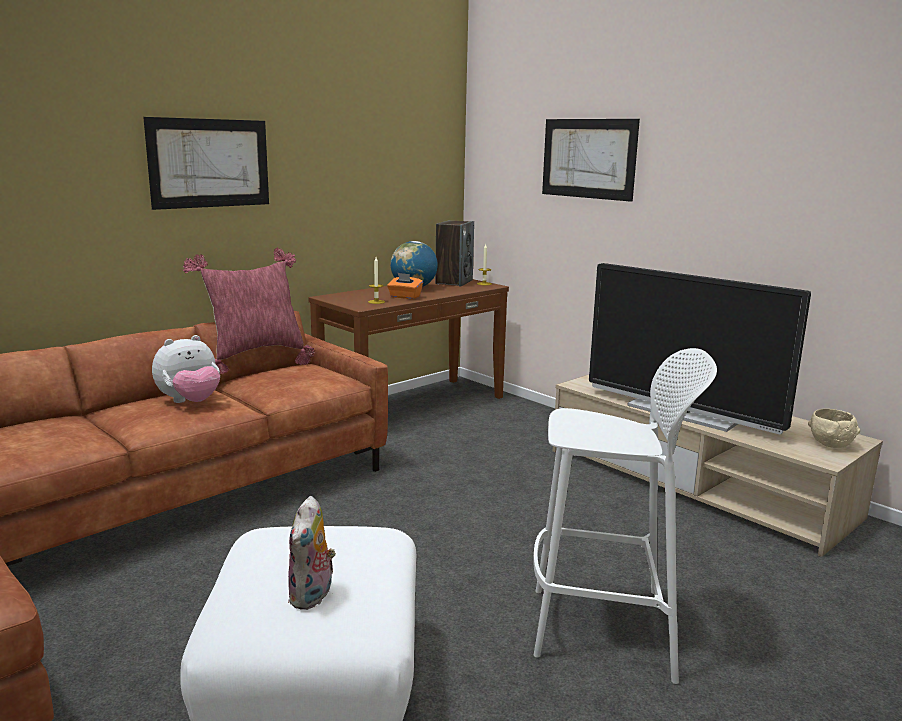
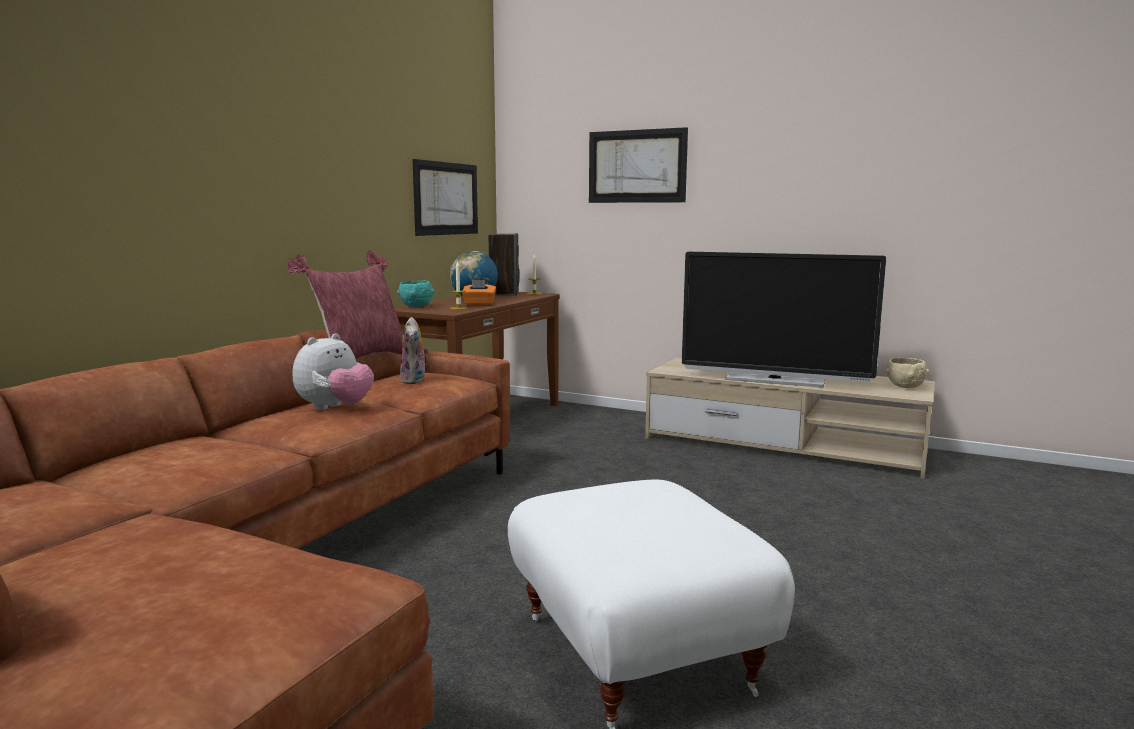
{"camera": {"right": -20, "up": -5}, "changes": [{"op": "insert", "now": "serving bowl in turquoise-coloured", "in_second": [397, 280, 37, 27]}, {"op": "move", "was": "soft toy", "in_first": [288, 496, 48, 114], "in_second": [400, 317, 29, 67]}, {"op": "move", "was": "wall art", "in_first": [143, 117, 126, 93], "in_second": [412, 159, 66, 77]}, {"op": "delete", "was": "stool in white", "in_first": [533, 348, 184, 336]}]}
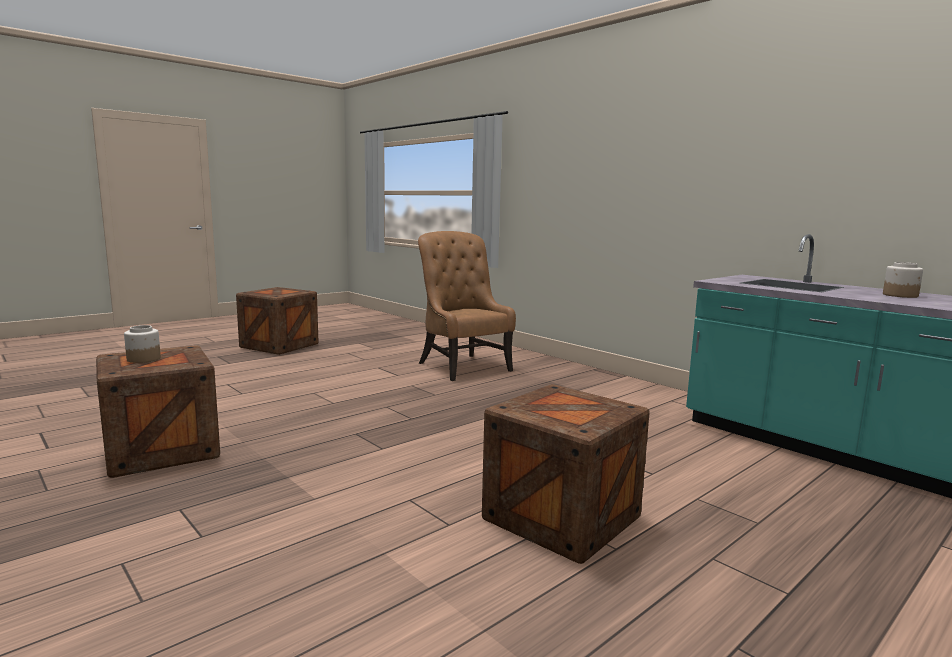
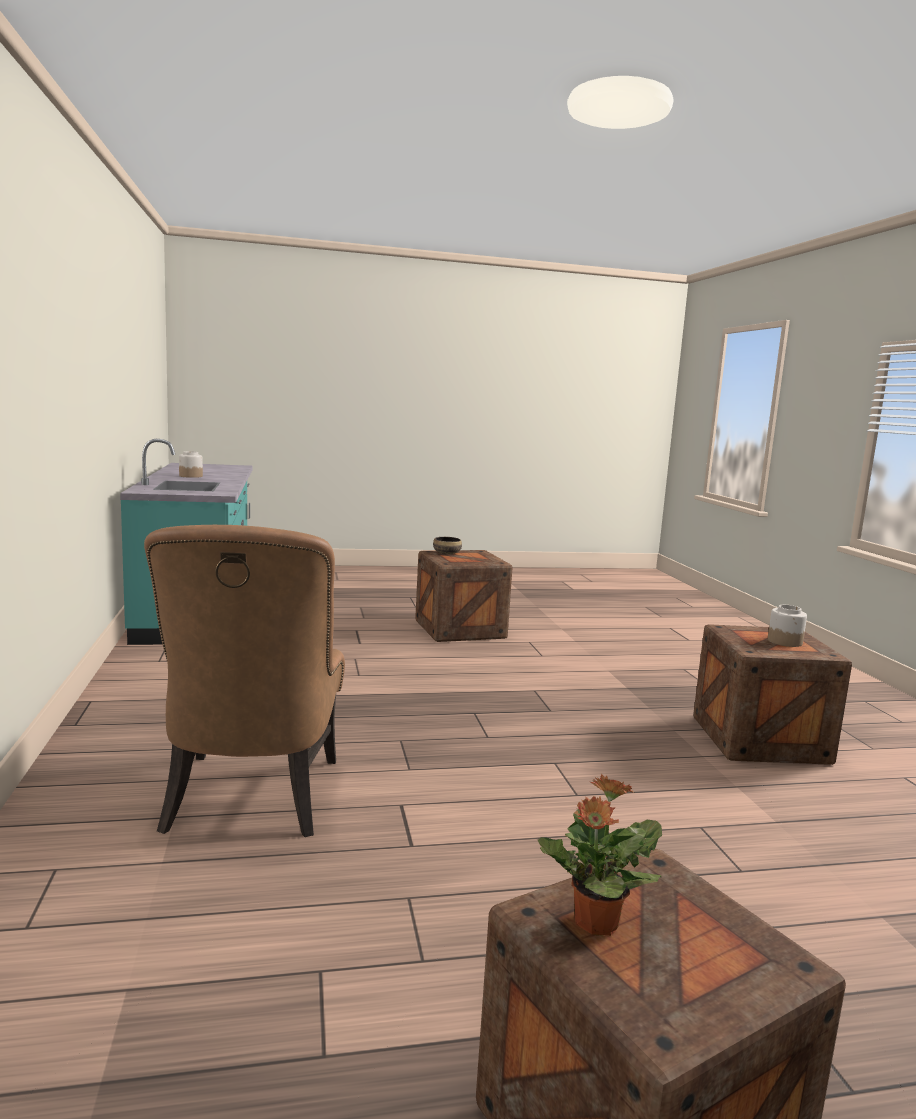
{"camera": {"right": -150, "up": 0}, "changes": [{"op": "insert", "now": "serving bowl", "in_second": [433, 537, 29, 17]}, {"op": "insert", "now": "potted plant", "in_second": [538, 774, 124, 162]}]}
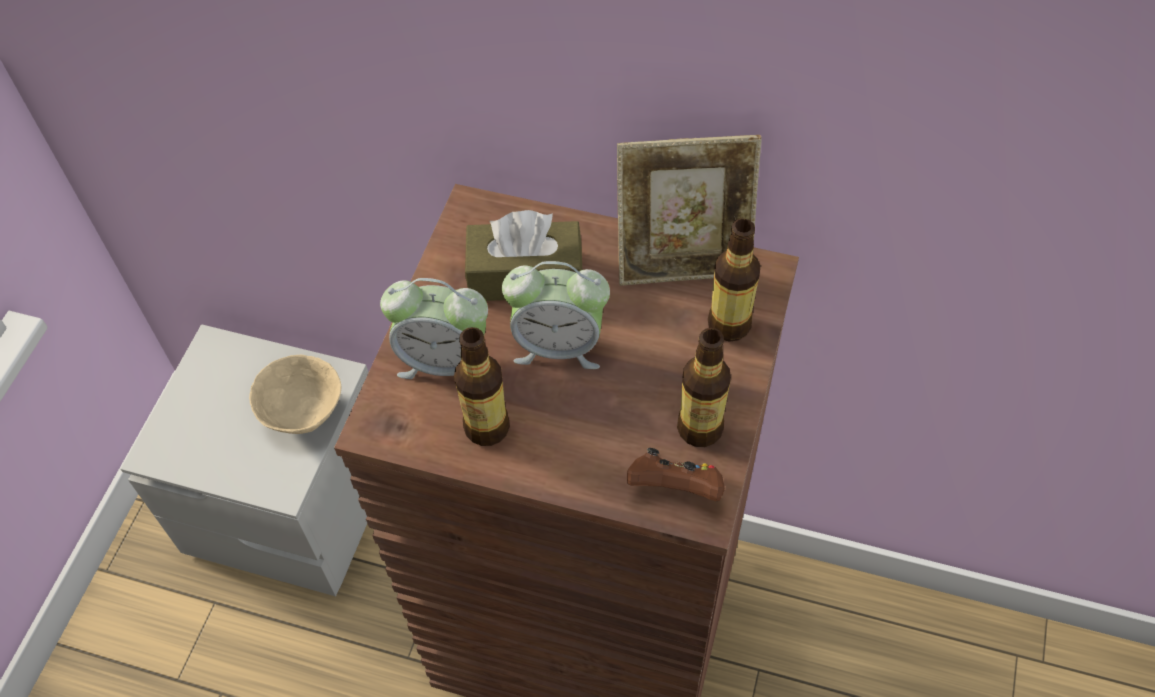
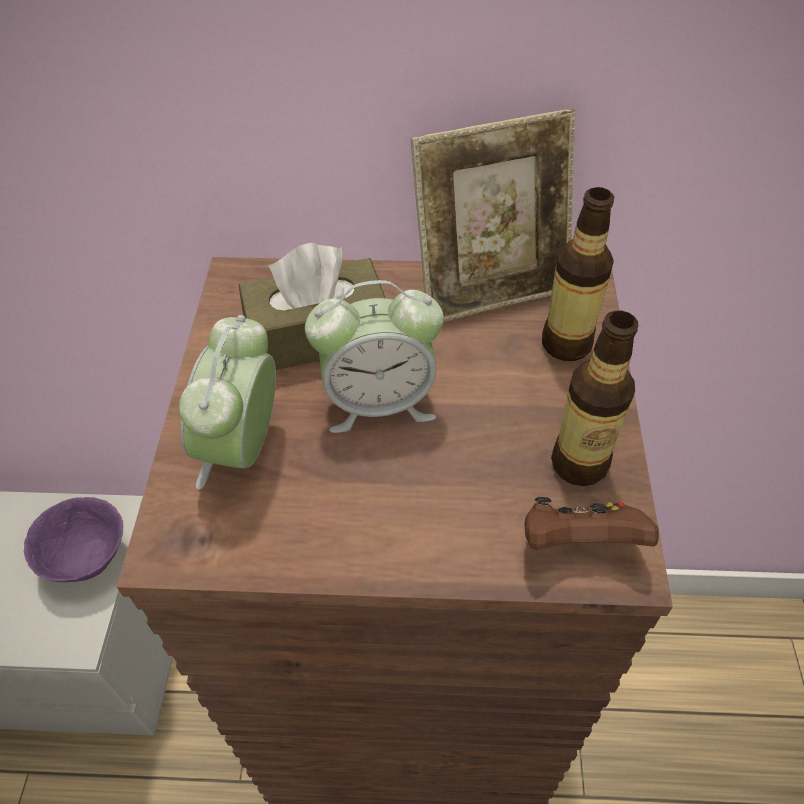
{"camera": {"right": -15, "up": -5}, "changes": [{"op": "recolor", "was": "serving bowl in sand-coloured", "now": "serving bowl in purple", "in_first": [249, 355, 93, 79], "in_second": [24, 497, 99, 85]}, {"op": "rotate", "was": "table clock", "in_first": [380, 278, 108, 101], "in_second": [179, 315, 97, 175], "clockwise": 105}, {"op": "delete", "was": "beverage bottle", "in_first": [454, 327, 56, 119]}]}
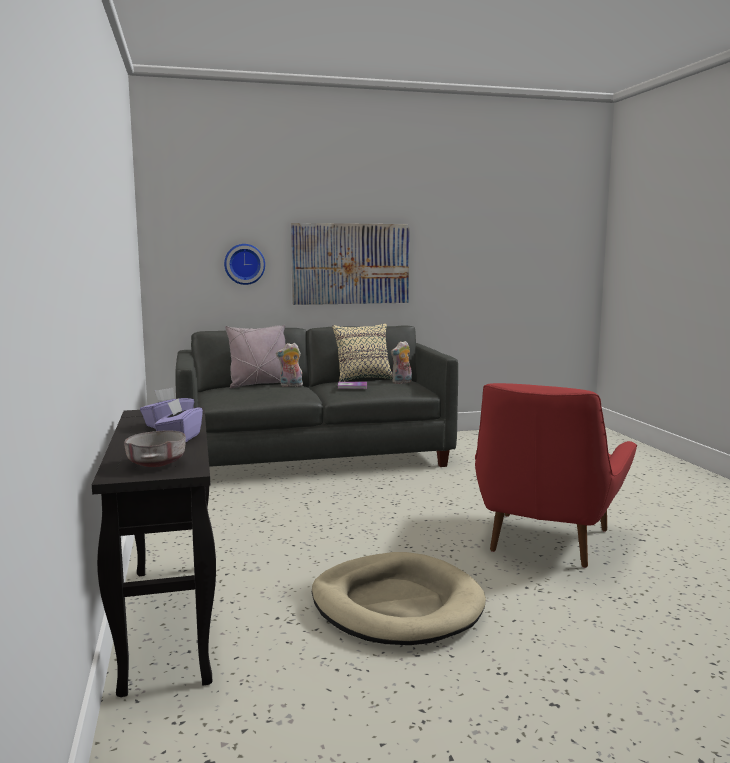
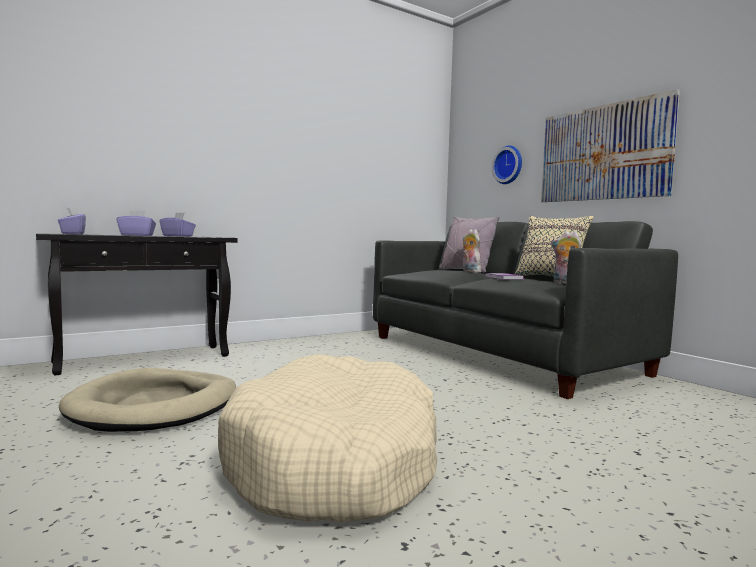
{"camera": {"right": 70, "up": -5}, "changes": [{"op": "replace", "was": "serving bowl in gray", "now": "tissue holder in purple", "in_first": [124, 431, 62, 36], "in_second": [58, 207, 28, 27]}, {"op": "replace", "was": "lounge chair in red-coloured", "now": "dog cushion in sand-coloured", "in_first": [475, 383, 162, 185], "in_second": [218, 354, 219, 168]}]}
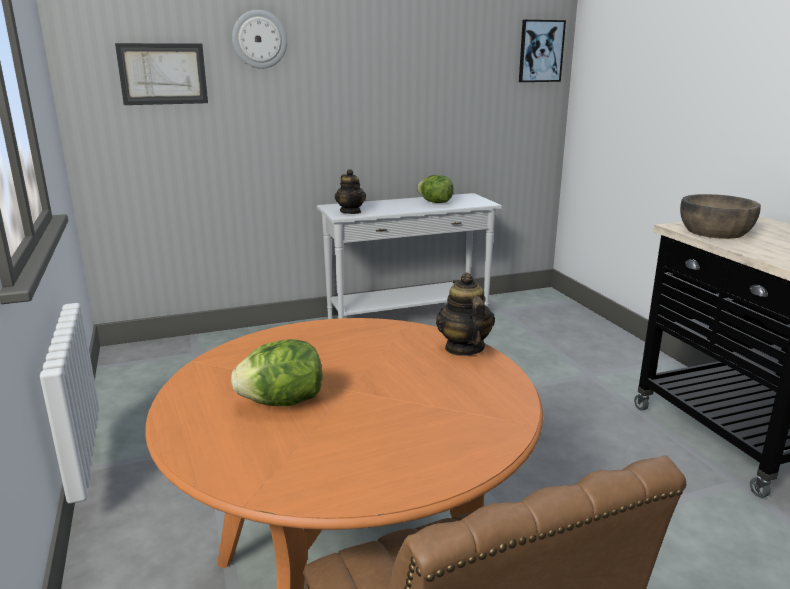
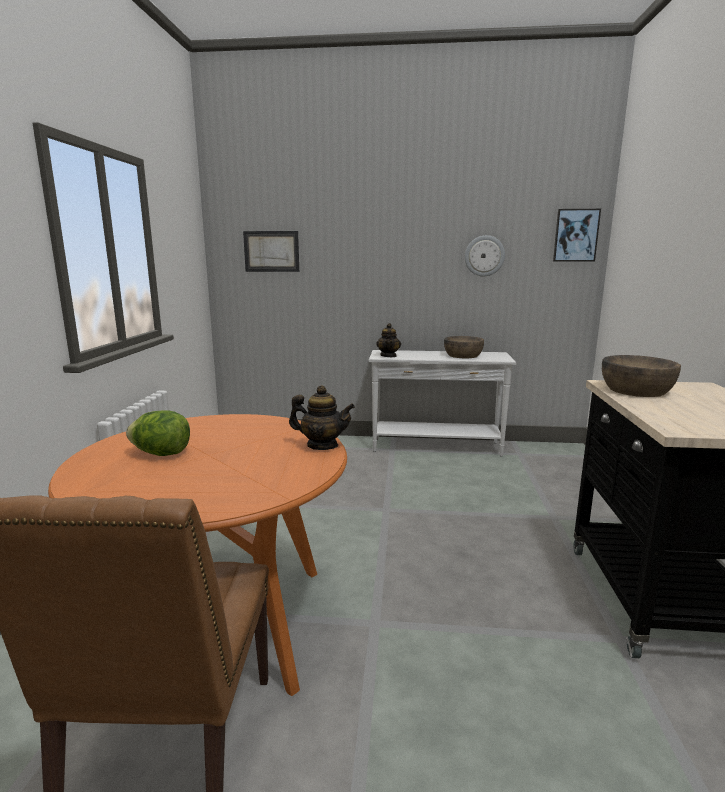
{"camera": {"right": 25, "up": -5}, "changes": [{"op": "rotate", "was": "teapot", "in_first": [436, 273, 59, 83], "in_second": [289, 385, 66, 65], "clockwise": 90}, {"op": "replace", "was": "lettuce head", "now": "serving bowl in brownish", "in_first": [417, 175, 37, 28], "in_second": [444, 336, 40, 22]}, {"op": "move", "was": "clock on the wall", "in_first": [232, 10, 55, 59], "in_second": [465, 235, 40, 41]}]}
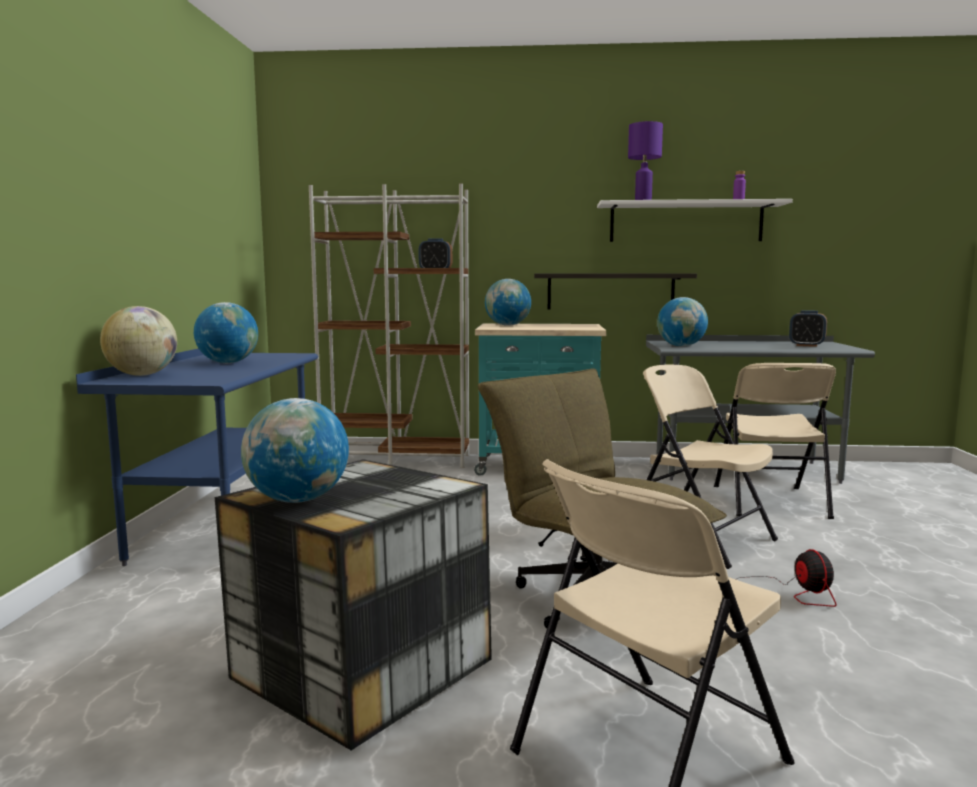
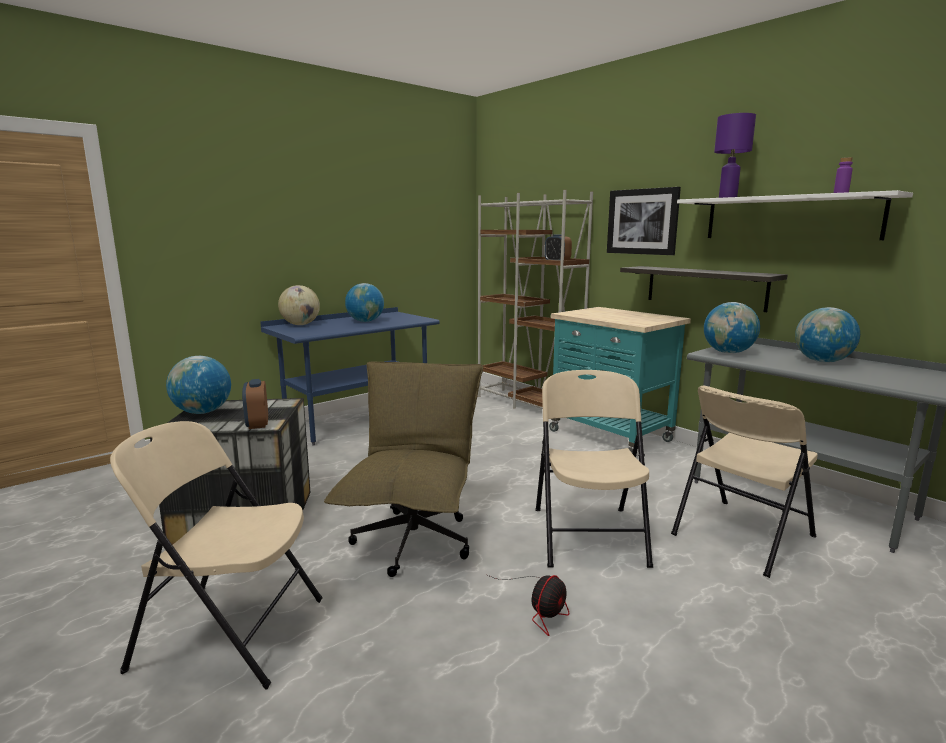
{"camera": {"right": 45, "up": 5}, "changes": [{"op": "move", "was": "table clock", "in_first": [789, 310, 38, 37], "in_second": [242, 379, 26, 50]}, {"op": "insert", "now": "wall art", "in_second": [607, 187, 74, 68]}, {"op": "move", "was": "desk globe", "in_first": [485, 279, 46, 47], "in_second": [795, 307, 65, 56]}]}
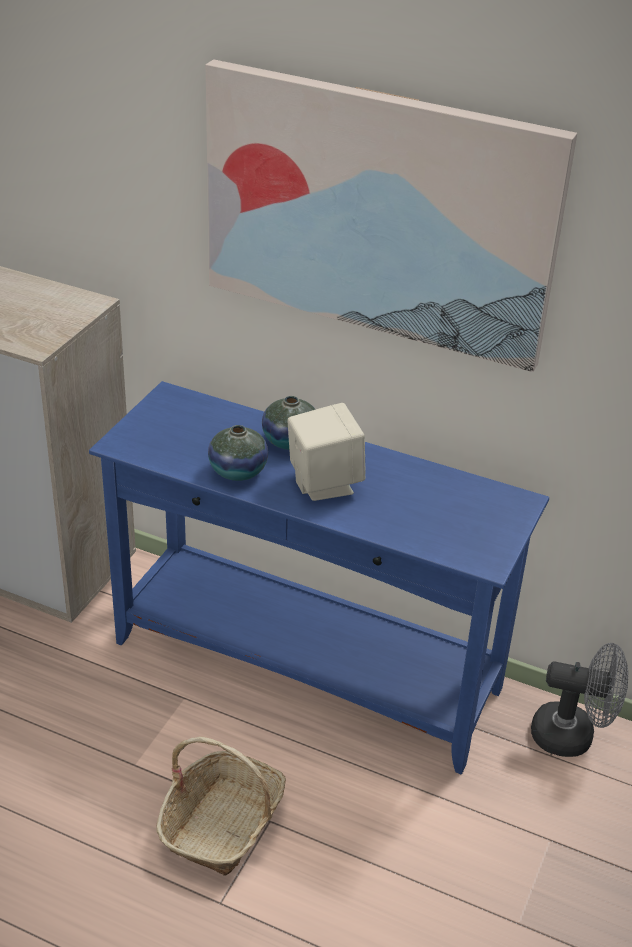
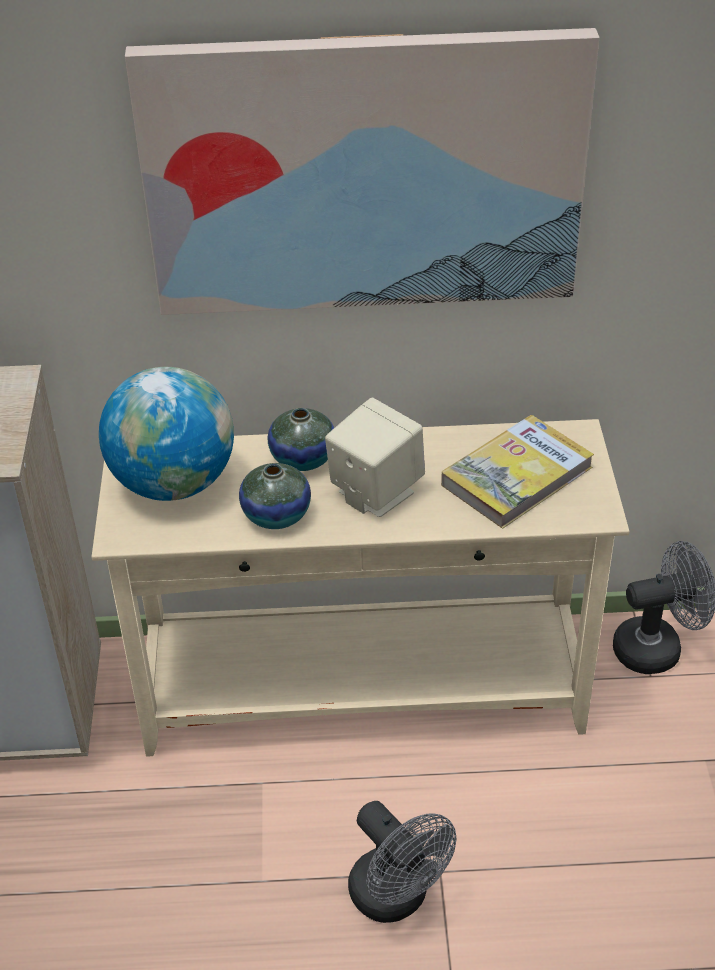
{"camera": {"right": -25, "up": 5}, "changes": [{"op": "recolor", "was": "hall table in blue-coloured", "now": "hall table in sand-coloured", "in_first": [89, 381, 460, 394], "in_second": [92, 419, 538, 338]}, {"op": "insert", "now": "desk globe", "in_second": [99, 367, 135, 134]}, {"op": "replace", "was": "storage basket", "now": "cooling fan in gray", "in_first": [156, 737, 130, 139], "in_second": [348, 801, 109, 122]}, {"op": "insert", "now": "book", "in_second": [441, 415, 153, 114]}]}
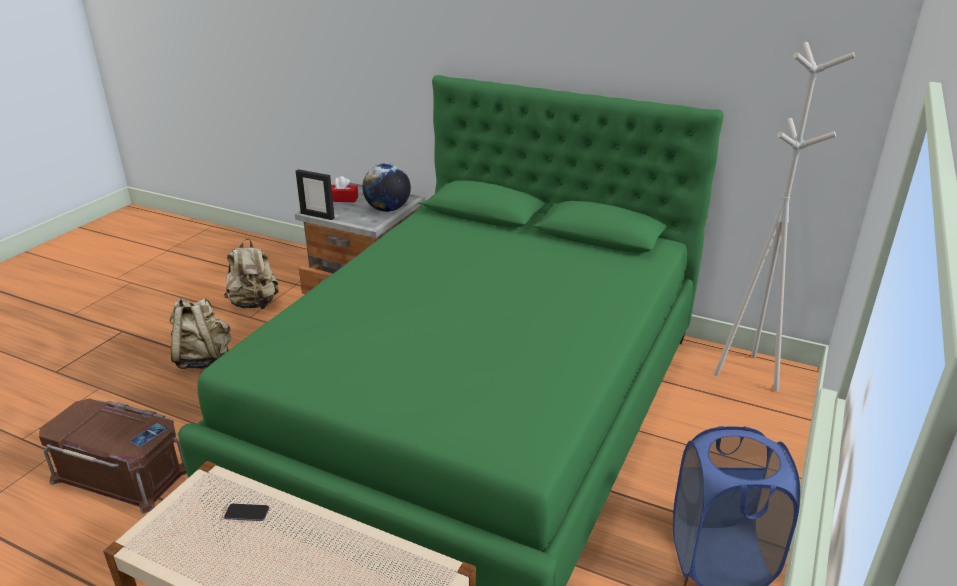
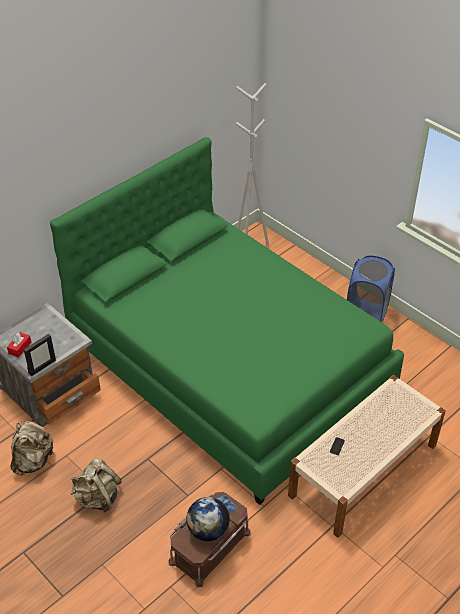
{"camera": {"right": -70, "up": 15}, "changes": [{"op": "move", "was": "desk globe", "in_first": [362, 163, 49, 49], "in_second": [186, 497, 44, 44]}]}
